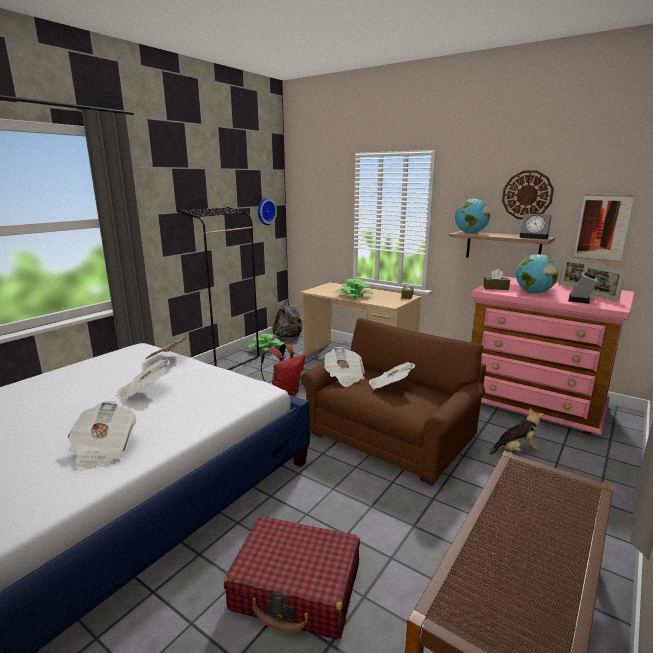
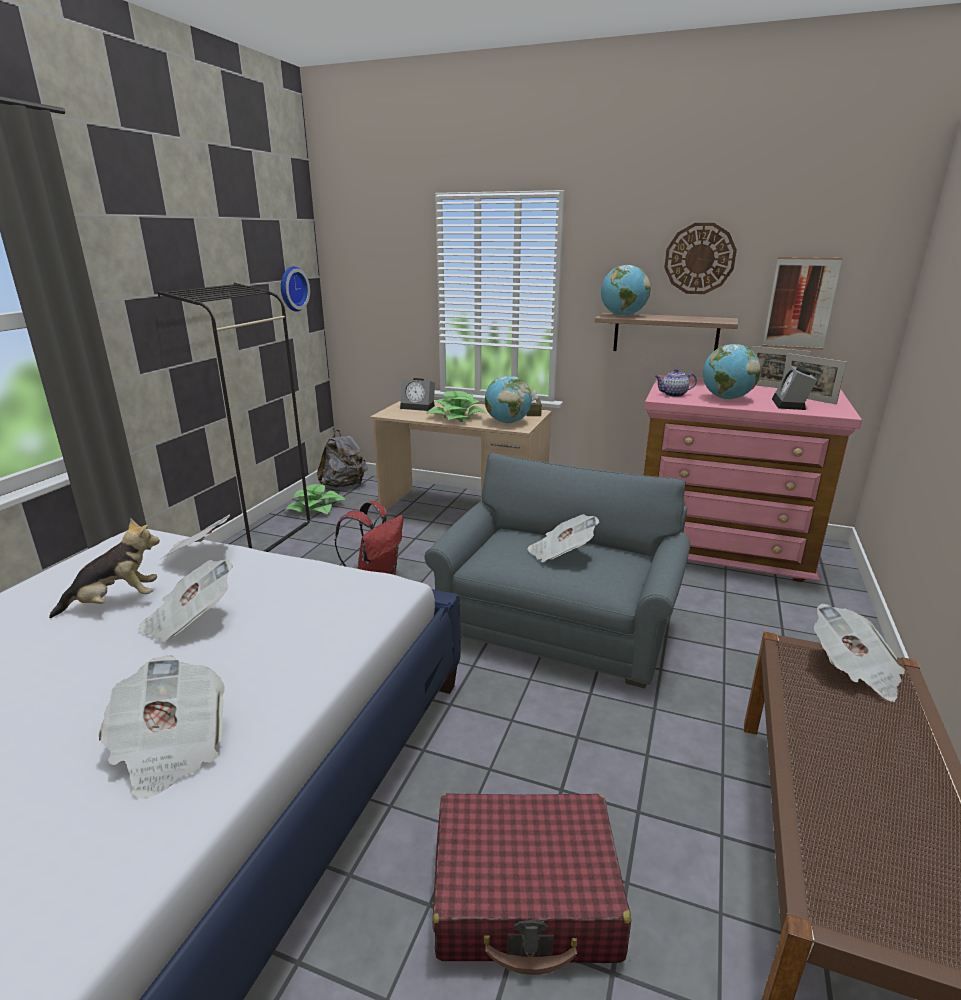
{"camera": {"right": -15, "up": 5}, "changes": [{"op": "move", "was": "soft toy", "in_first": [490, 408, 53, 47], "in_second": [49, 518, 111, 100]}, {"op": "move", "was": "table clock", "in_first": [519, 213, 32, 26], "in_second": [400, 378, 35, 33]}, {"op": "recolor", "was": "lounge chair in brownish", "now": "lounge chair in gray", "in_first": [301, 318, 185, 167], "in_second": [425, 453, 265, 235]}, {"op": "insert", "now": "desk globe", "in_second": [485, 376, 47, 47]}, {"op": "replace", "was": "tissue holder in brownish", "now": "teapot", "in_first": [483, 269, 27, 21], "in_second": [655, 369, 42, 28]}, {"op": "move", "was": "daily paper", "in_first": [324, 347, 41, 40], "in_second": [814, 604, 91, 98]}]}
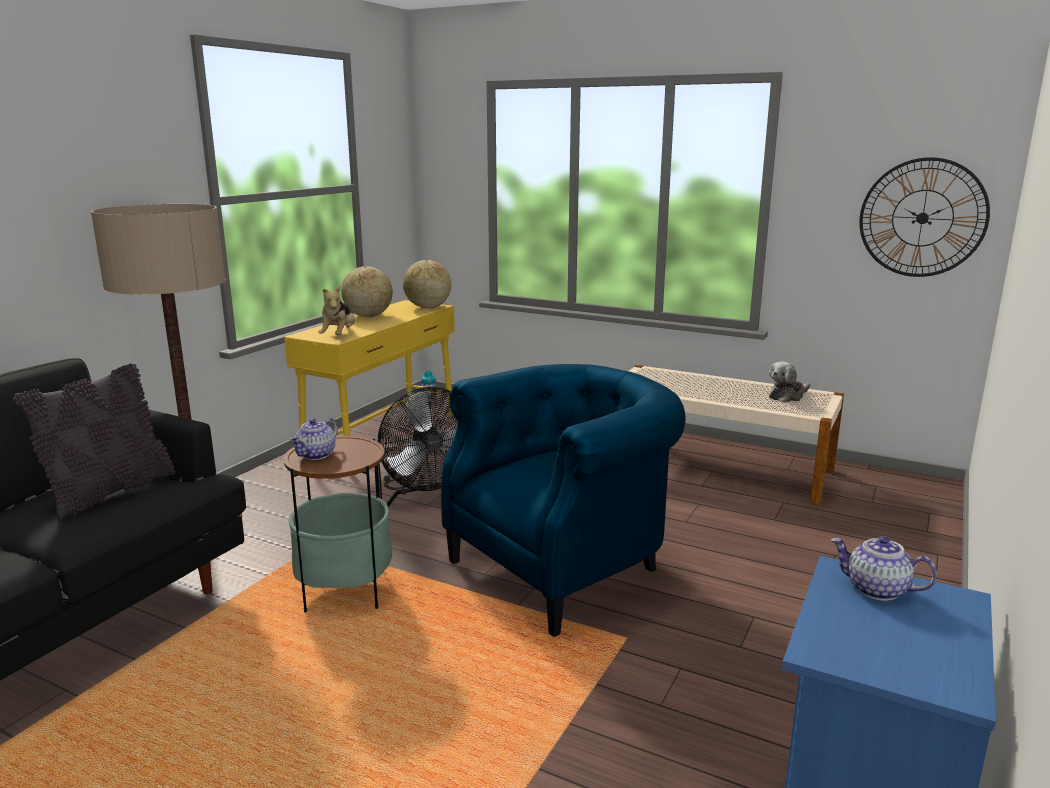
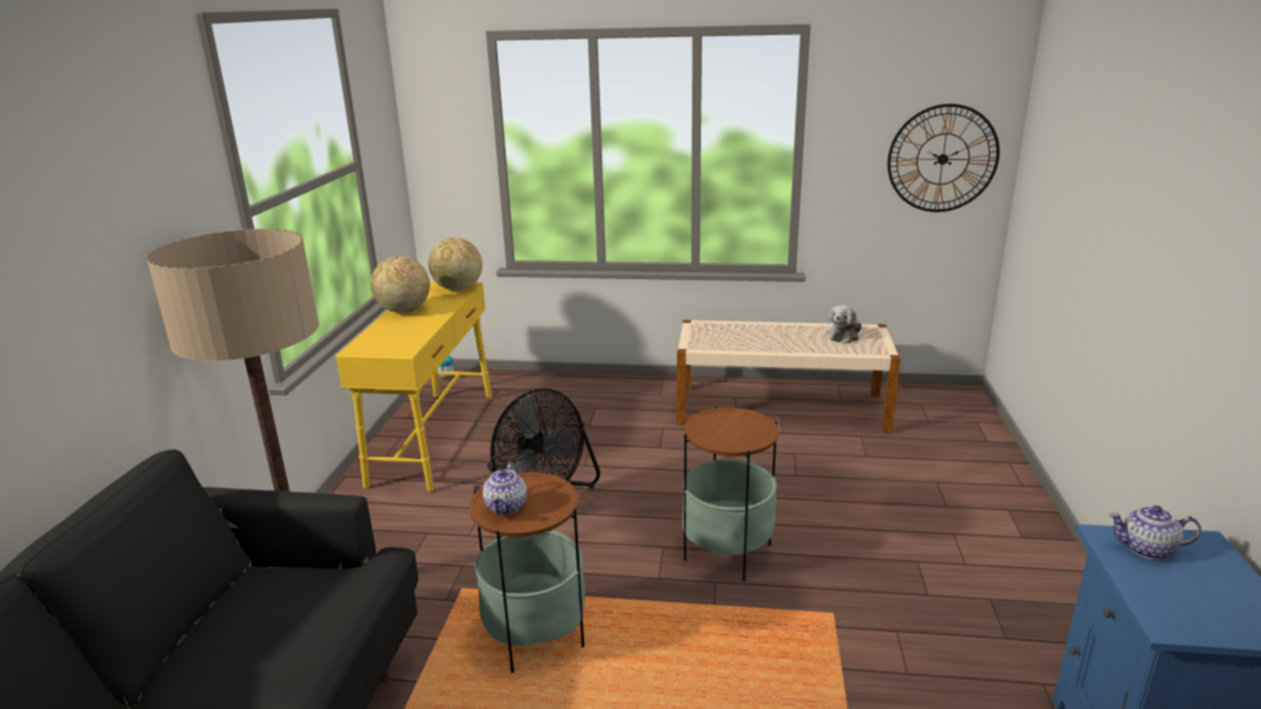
{"camera": {"right": -20, "up": 5}, "changes": [{"op": "replace", "was": "lounge chair in blue-coloured", "now": "end table", "in_first": [441, 364, 244, 273], "in_second": [682, 407, 97, 174]}, {"op": "delete", "was": "cushion in blackish", "in_first": [13, 364, 163, 157]}, {"op": "delete", "was": "soft toy", "in_first": [318, 286, 37, 49]}]}
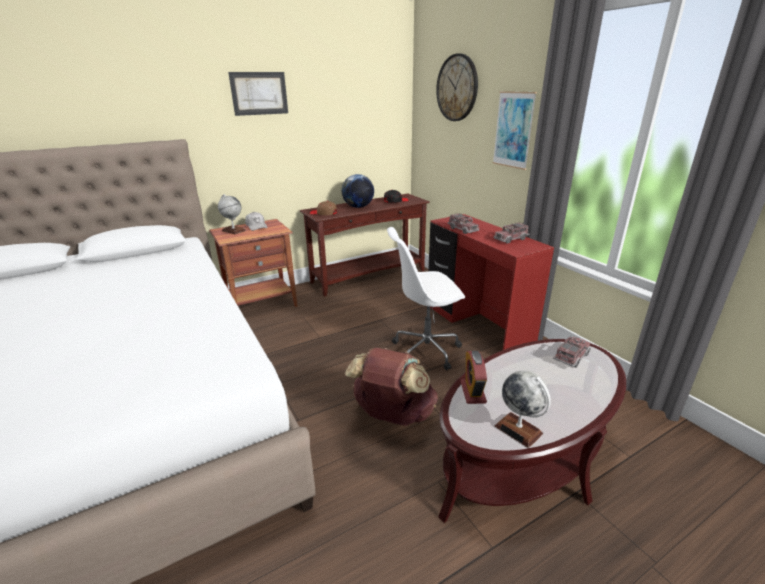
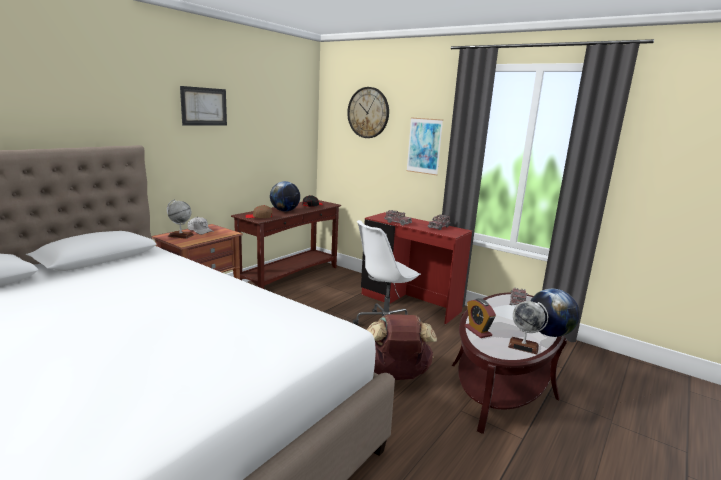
{"camera": {"right": -25, "up": -10}, "changes": [{"op": "insert", "now": "desk globe", "in_second": [530, 289, 50, 48]}]}
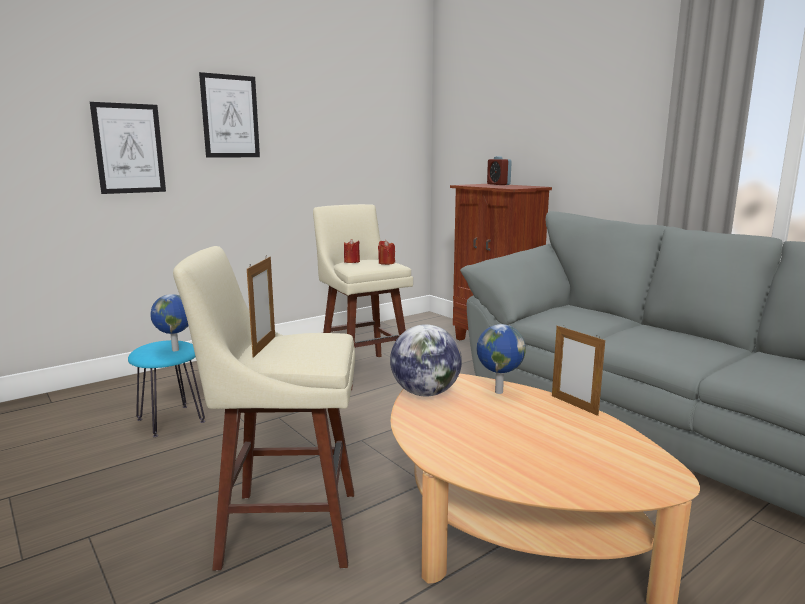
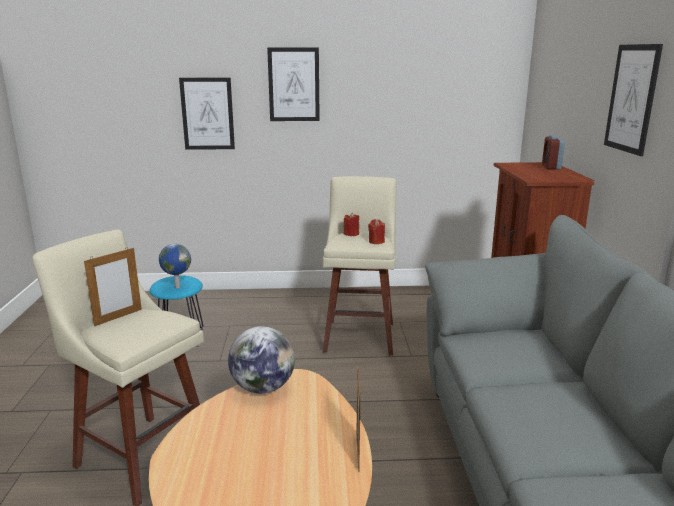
{"camera": {"right": 35, "up": 5}, "changes": [{"op": "insert", "now": "wall art", "in_second": [604, 44, 59, 112]}, {"op": "delete", "was": "desk globe", "in_first": [476, 324, 50, 70]}]}
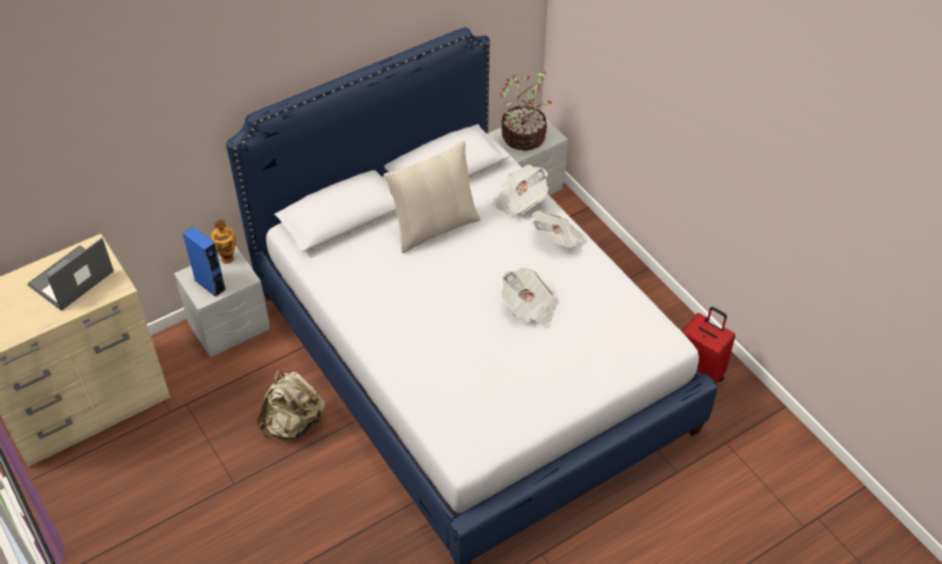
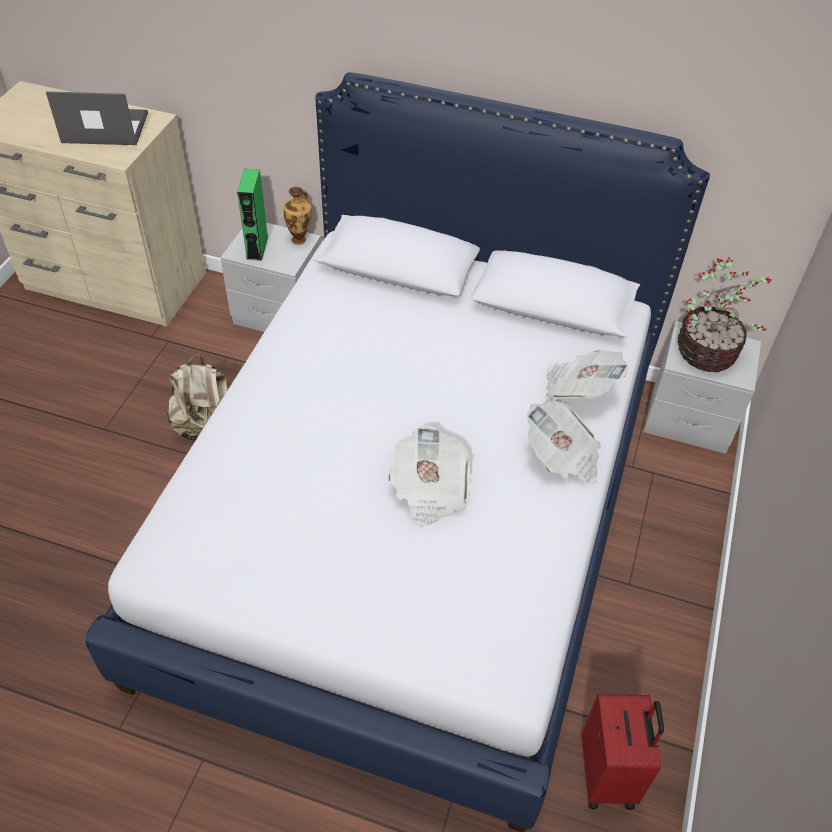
{"camera": {"right": 50, "up": 0}, "changes": [{"op": "recolor", "was": "loudspeaker in blue-coloured", "now": "loudspeaker in green", "in_first": [183, 227, 43, 70], "in_second": [237, 169, 31, 92]}, {"op": "delete", "was": "cushion in sand-coloured", "in_first": [384, 141, 97, 112]}]}
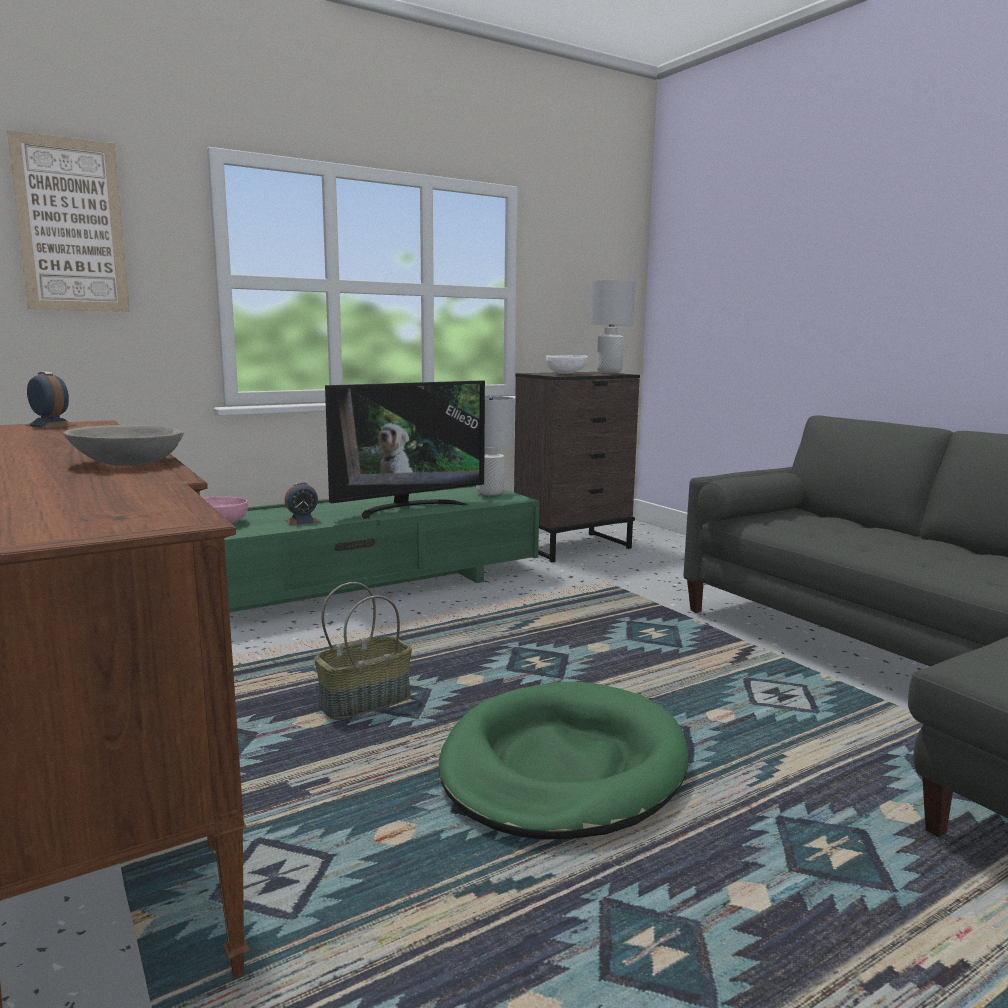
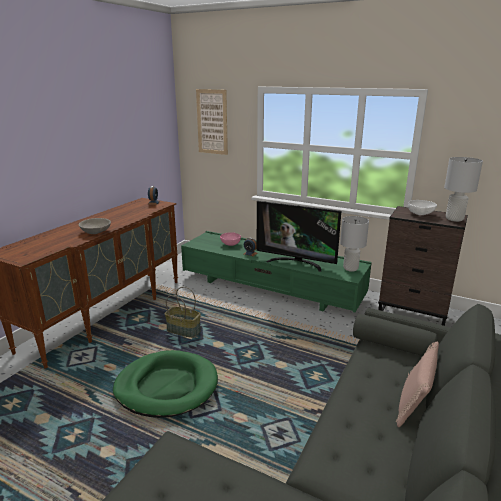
{"camera": {"right": 60, "up": 10}, "changes": [{"op": "insert", "now": "cushion in sand-coloured", "in_second": [396, 342, 43, 85]}]}
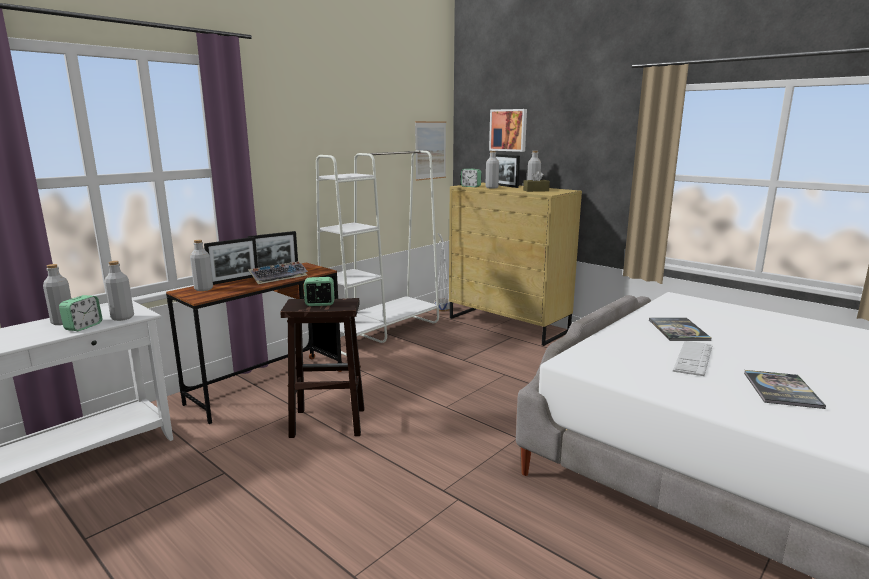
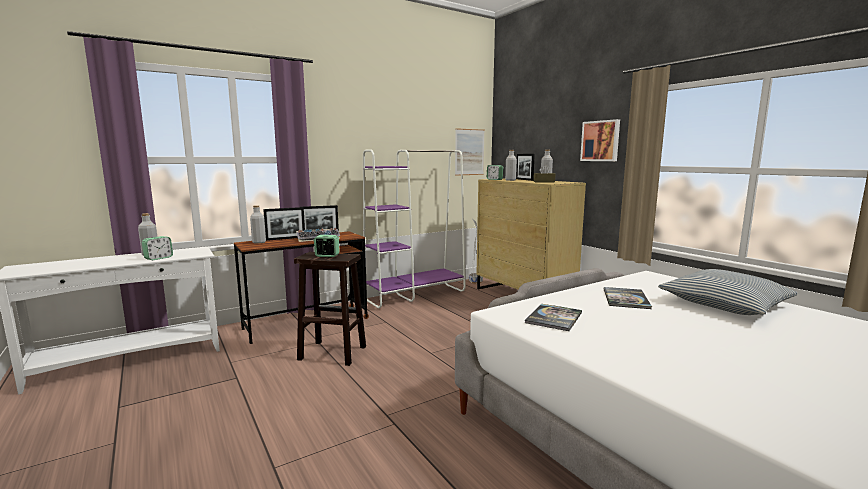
{"camera": {"right": 15, "up": -5}, "changes": [{"op": "recolor", "was": "clothes rack in white", "now": "clothes rack in purple", "in_first": [316, 150, 123, 206], "in_second": [363, 149, 103, 159]}, {"op": "move", "was": "book", "in_first": [744, 370, 82, 39], "in_second": [525, 304, 57, 27]}, {"op": "move", "was": "wall art", "in_first": [489, 109, 38, 43], "in_second": [580, 119, 40, 42]}, {"op": "insert", "now": "cushion", "in_second": [658, 269, 140, 46]}, {"op": "delete", "was": "beverage bottle in gray", "in_first": [104, 261, 30, 60]}, {"op": "delete", "was": "PC keyboard", "in_first": [673, 341, 40, 35]}]}
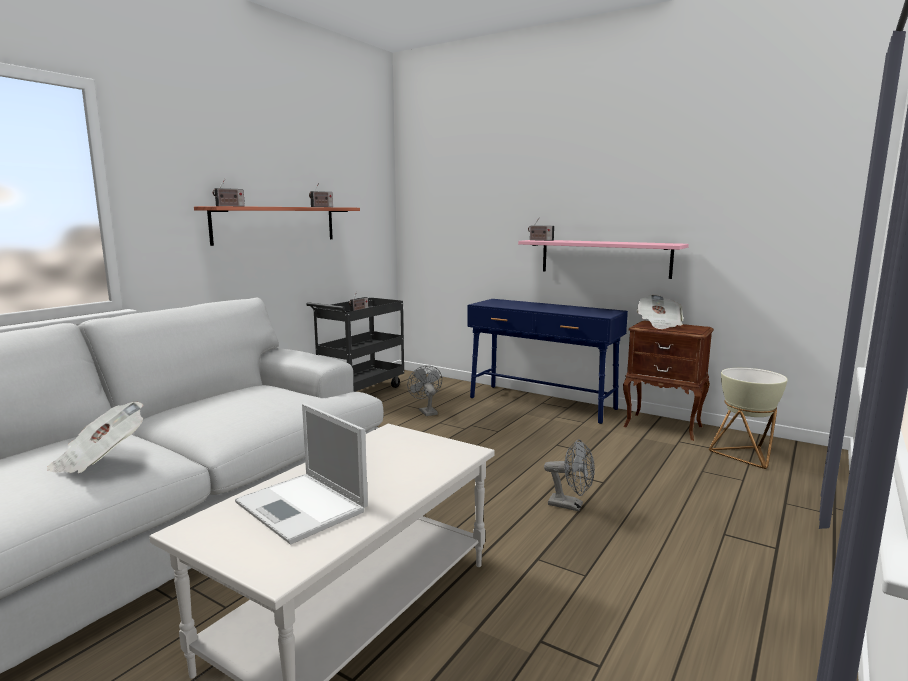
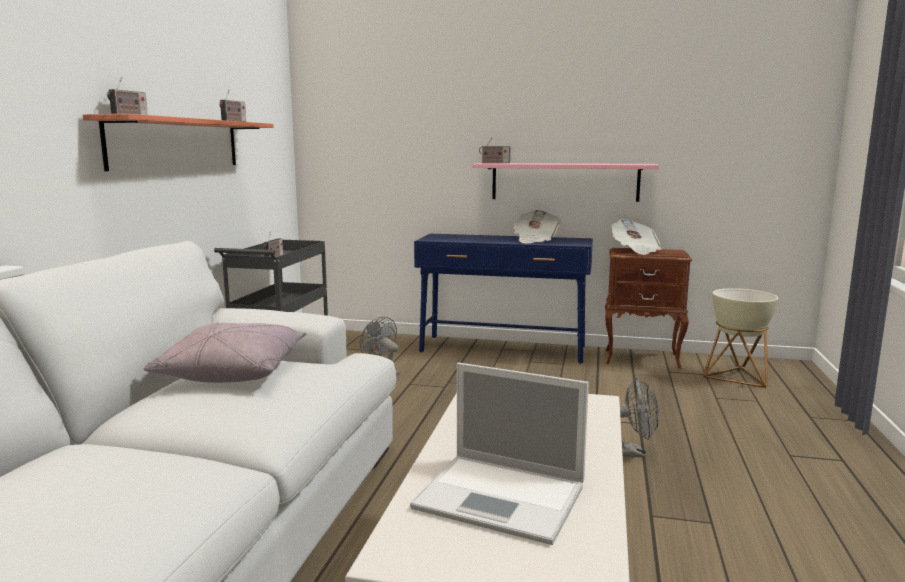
{"camera": {"right": -20, "up": 0}, "changes": [{"op": "insert", "now": "cushion in purple", "in_second": [144, 323, 162, 60]}, {"op": "move", "was": "daily paper", "in_first": [47, 402, 97, 71], "in_second": [513, 210, 48, 34]}]}
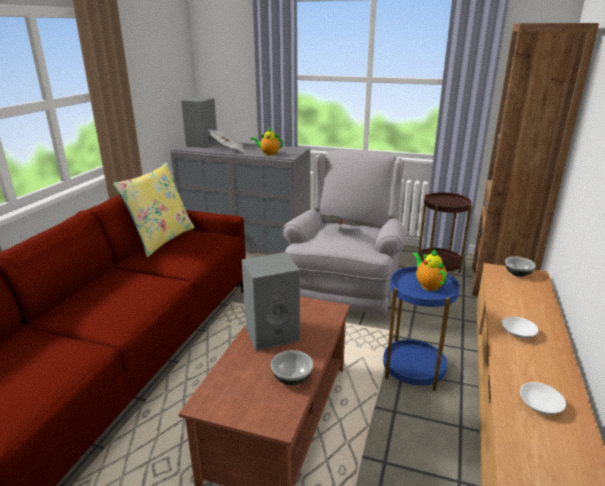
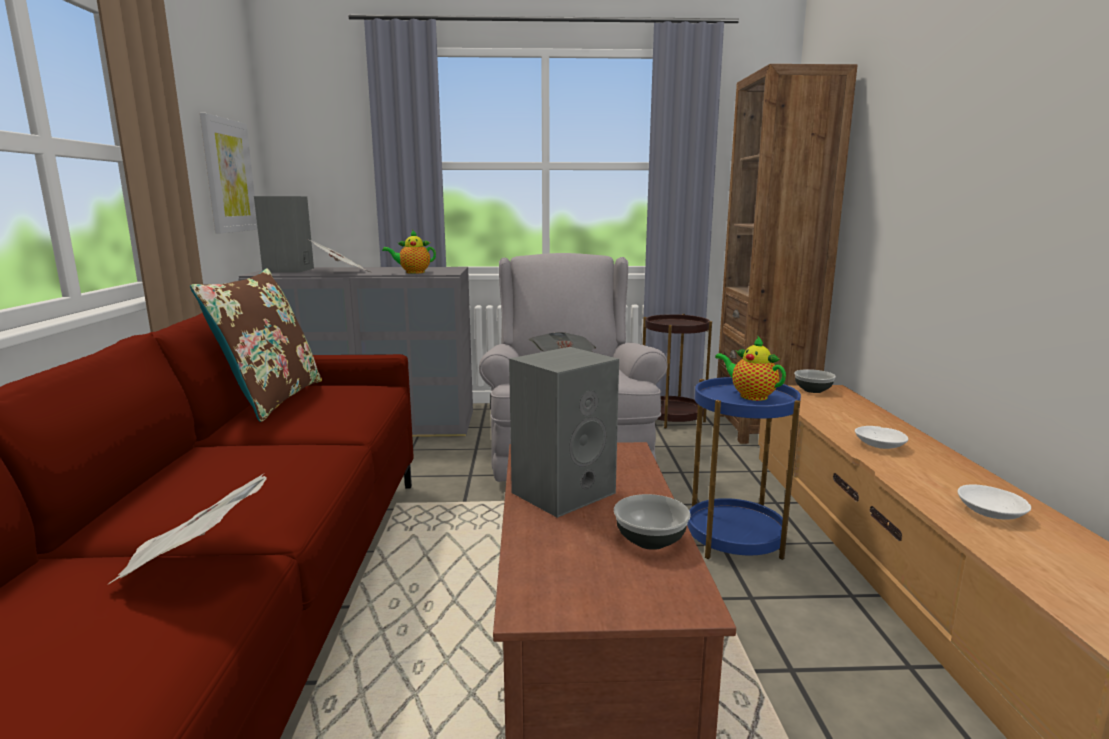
{"camera": {"right": -20, "up": -10}, "changes": [{"op": "insert", "now": "daily paper", "in_second": [107, 473, 160, 112]}, {"op": "recolor", "was": "cushion in yellow-coloured", "now": "cushion in brownish", "in_first": [113, 162, 82, 95], "in_second": [190, 268, 132, 154]}, {"op": "insert", "now": "wall art", "in_second": [200, 113, 58, 120]}]}
